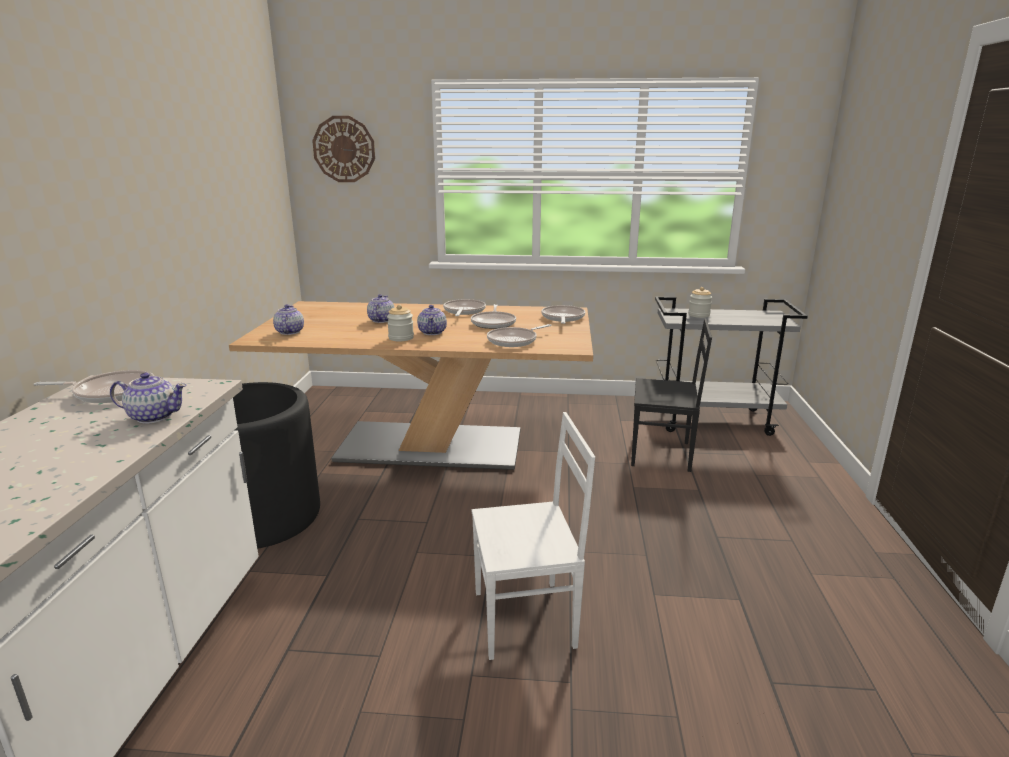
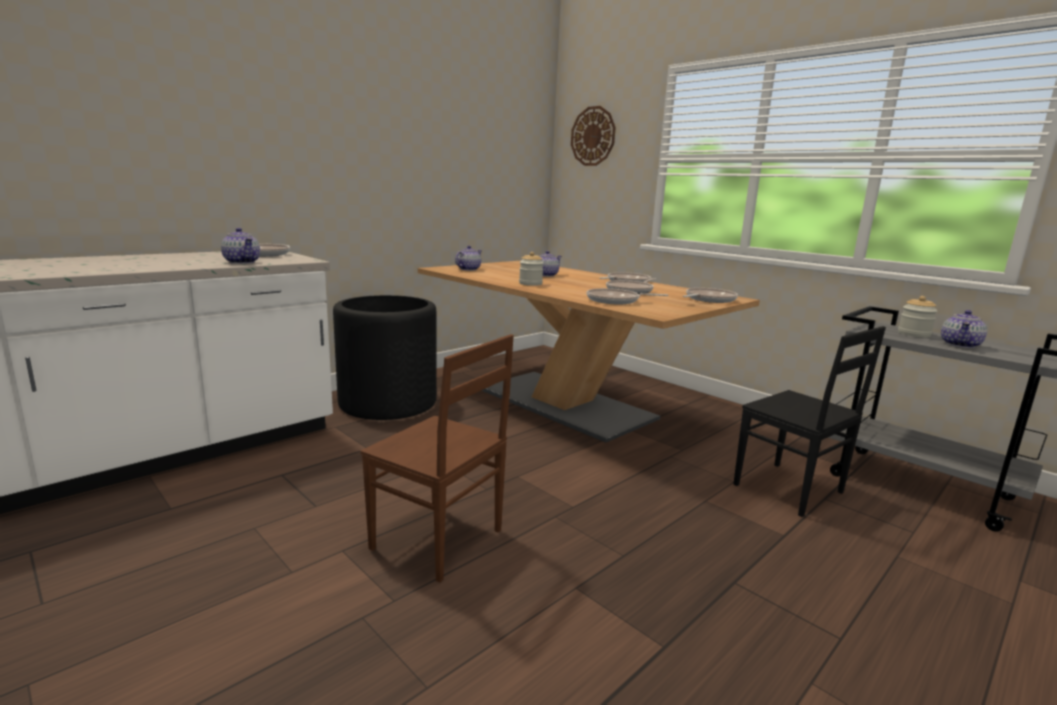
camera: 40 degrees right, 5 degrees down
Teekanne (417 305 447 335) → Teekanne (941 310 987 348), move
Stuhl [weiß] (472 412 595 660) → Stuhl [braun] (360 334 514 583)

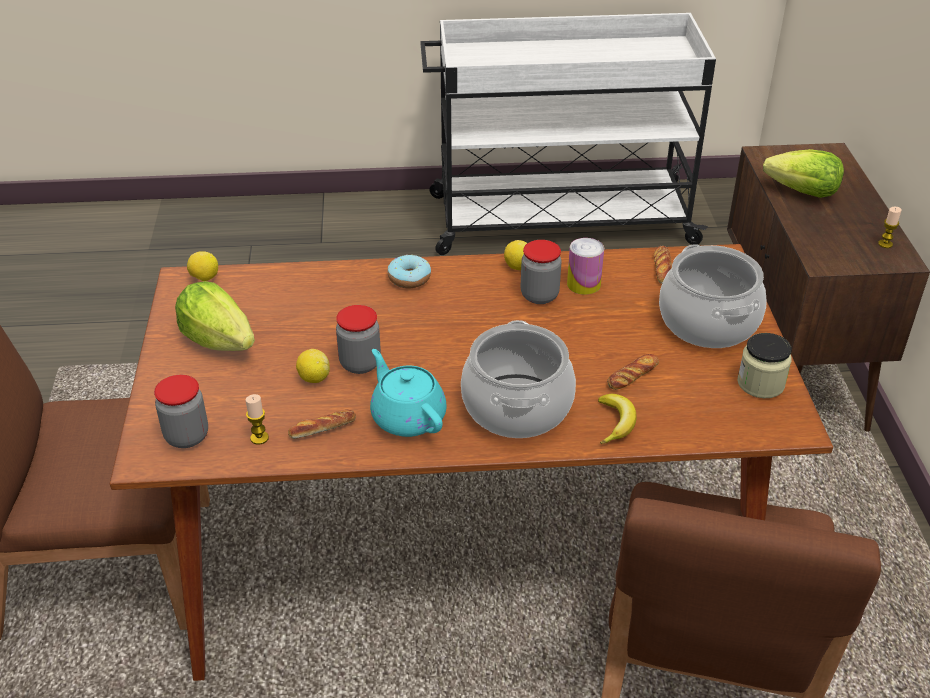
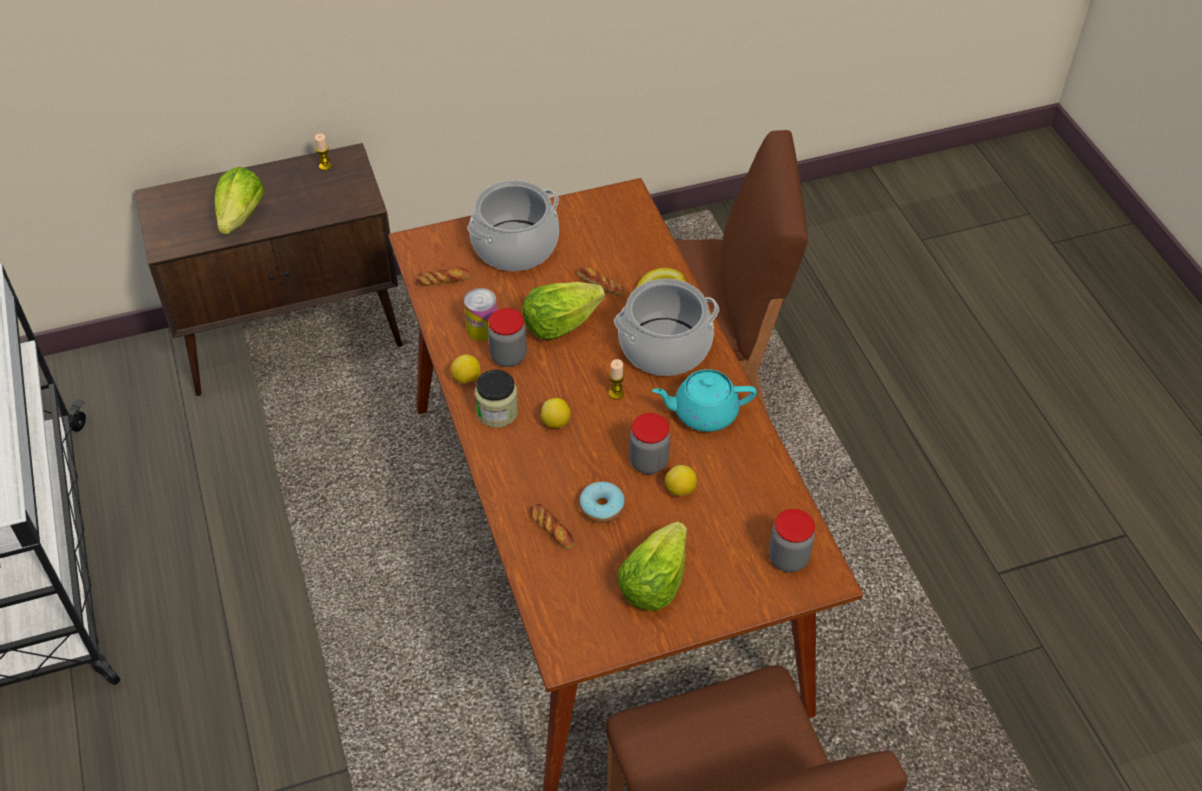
camera: 105 degrees left, 10 degrees up
Zitrone (187 251 218 281) → Zitrone (541 398 571 428), move
Kerze (246 394 269 445) → Kerze (609 359 625 399), move
Brot (288 409 356 439) → Brot (530 504 575 549), move
Teekanne [türkis] (370 349 447 437) → Teekanne [türkis] (652 369 757 432), 45 degrees clockwise
Donut (388 255 431 288) → Donut (579 482 625 523), move
Vorratsglas (737 333 792 398) → Vorratsglas (475 370 518 428), move
- → Salatkopf (523 282 605 340)

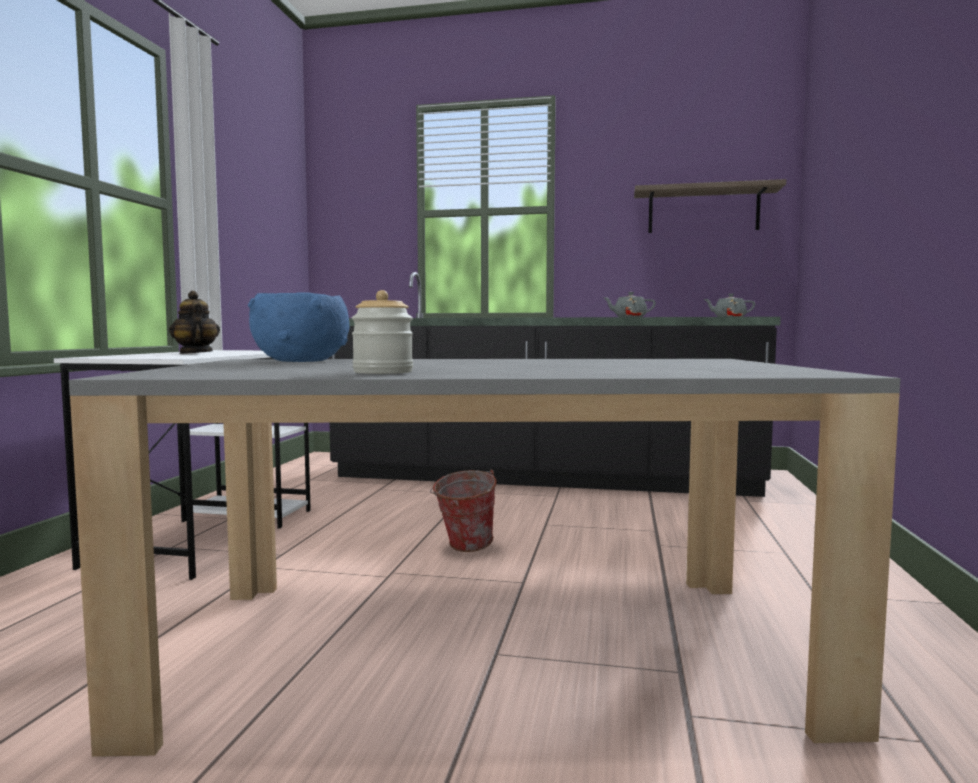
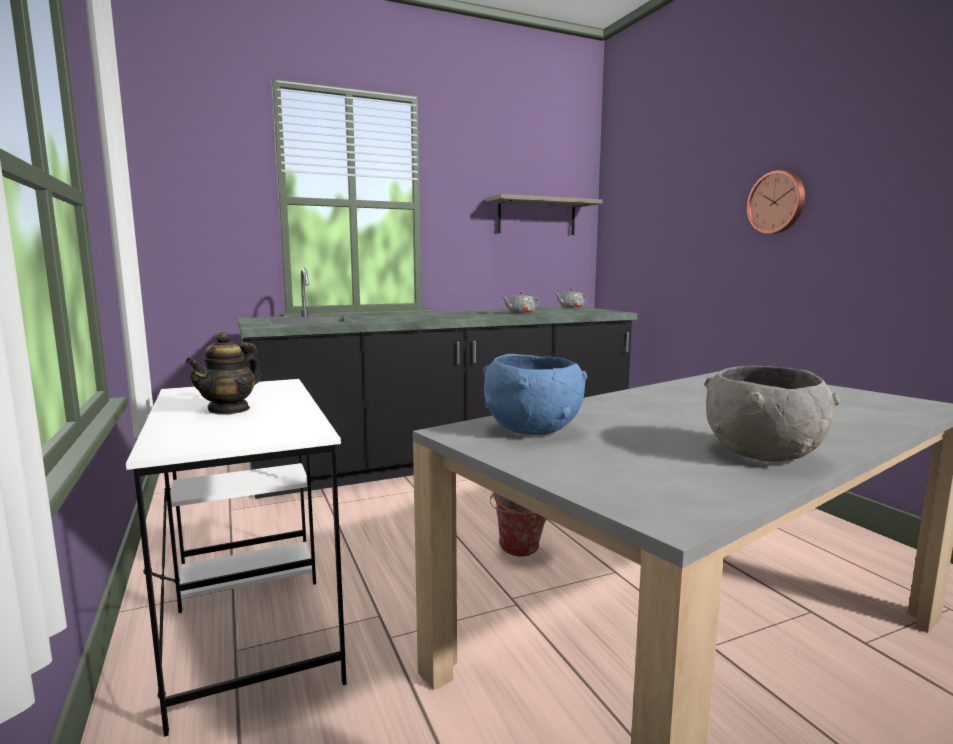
camera: 35 degrees left, 5 degrees up
Teekanne (169 291 220 354) → Teekanne (185 332 261 415), 90 degrees counterclockwise
Vorratsglas (352 290 413 374) → Schüssel [grau] (704 366 840 462)
- → Wanduhr (747 170 805 234)

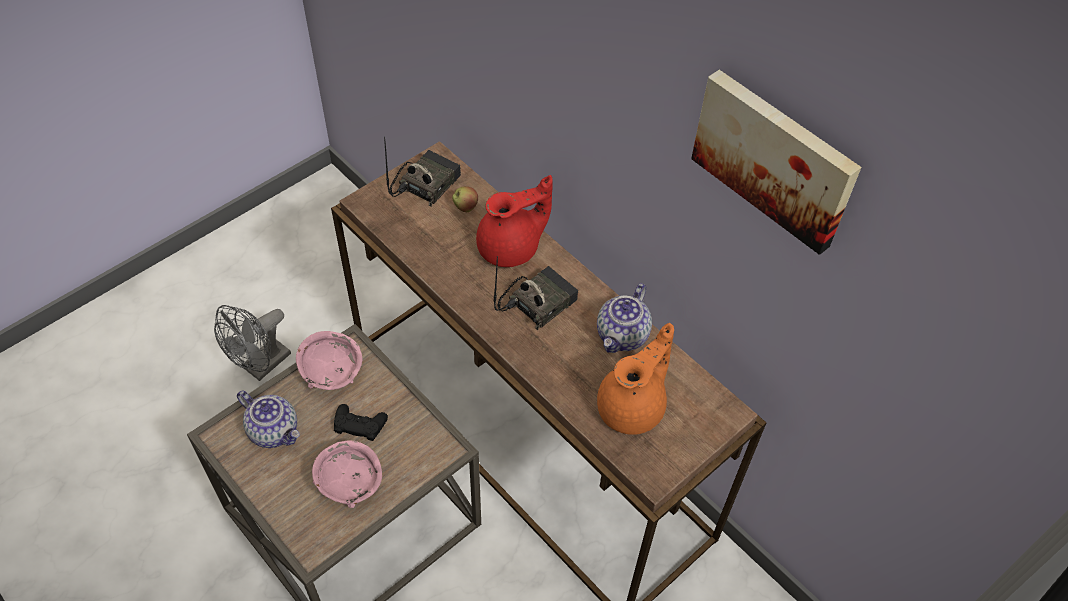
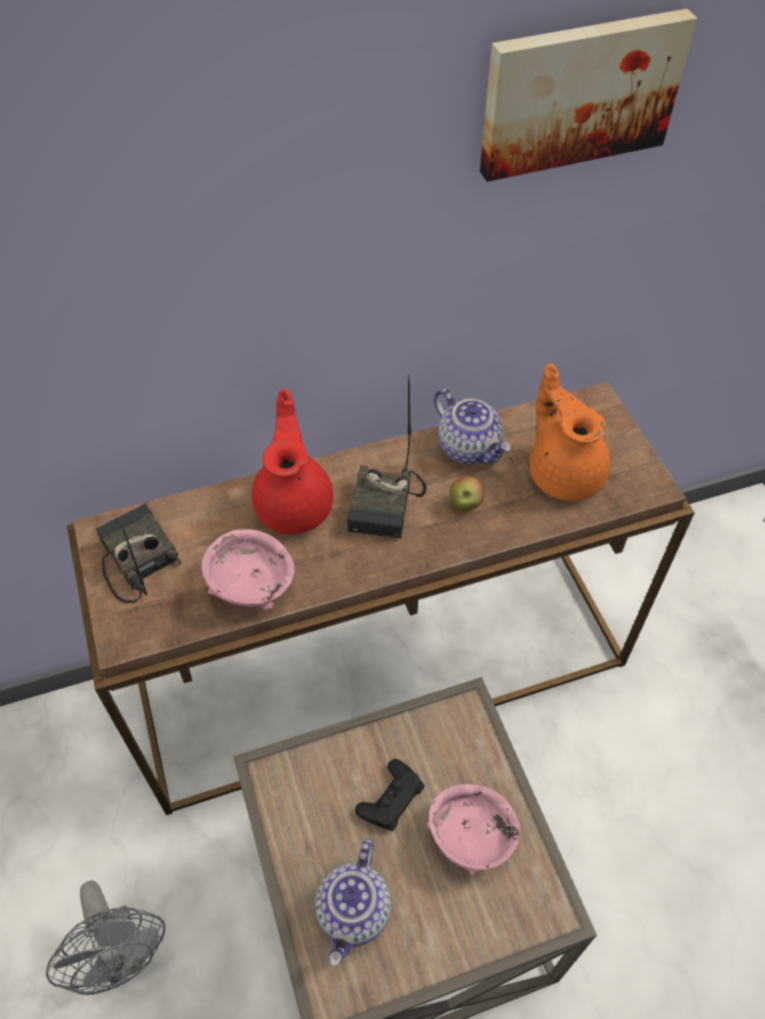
camera: 65 degrees left, 0 degrees up
Teekanne (237 391 300 448) → Teekanne (315 839 391 967), 135 degrees clockwise
Schüssel [rosa] (296 331 362 390) → Schüssel [rosa] (202 529 294 610), move
Apfel (452 186 478 212) → Apfel (450 476 484 510), move
Radio (494 256 578 330) → Radio (347 375 427 539), 150 degrees counterclockwise

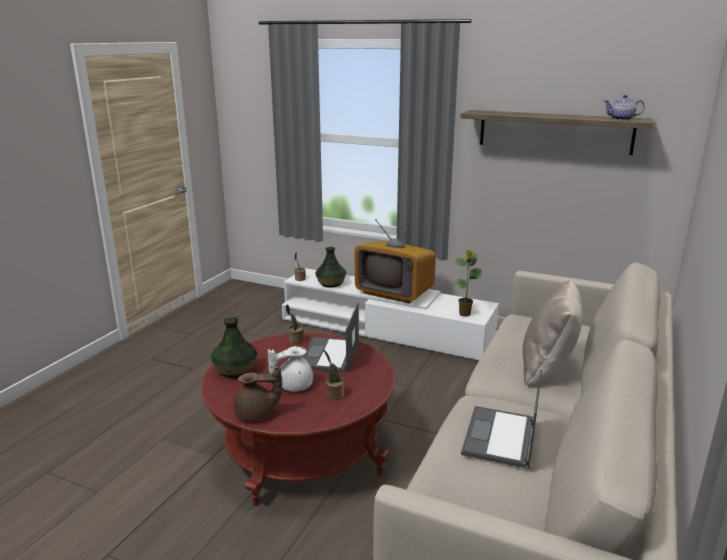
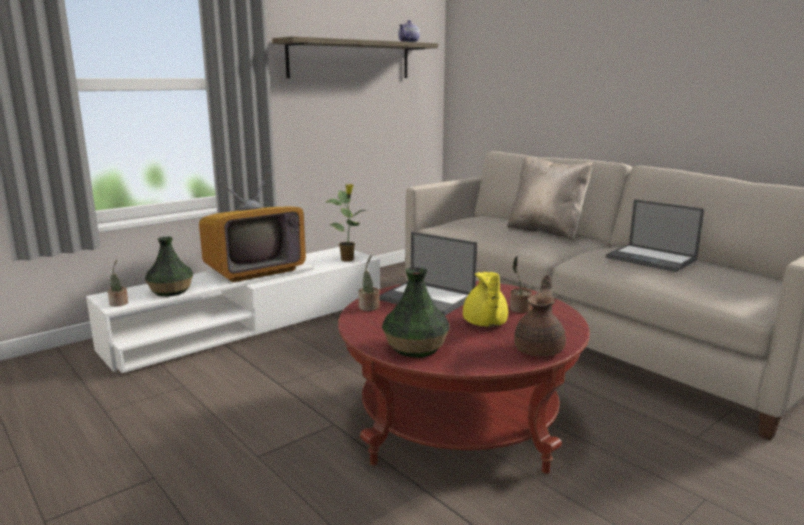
camera: 65 degrees left, 5 degrees down
Teekanne [weiß] (268 346 313 392) → Teekanne [gelb] (463 272 508 327)

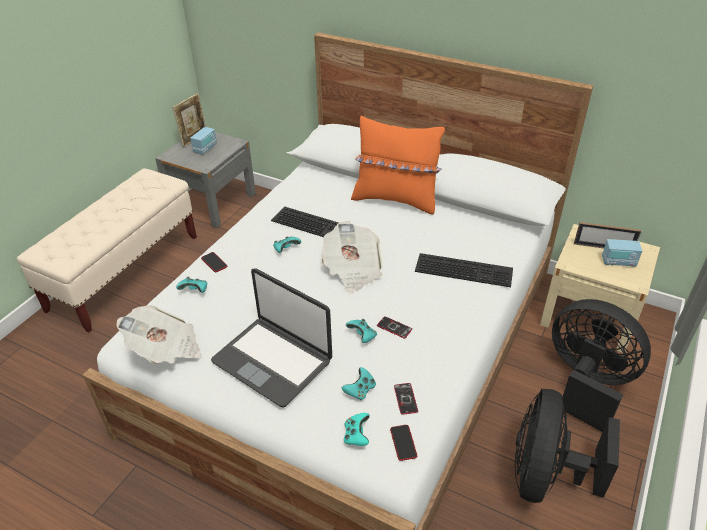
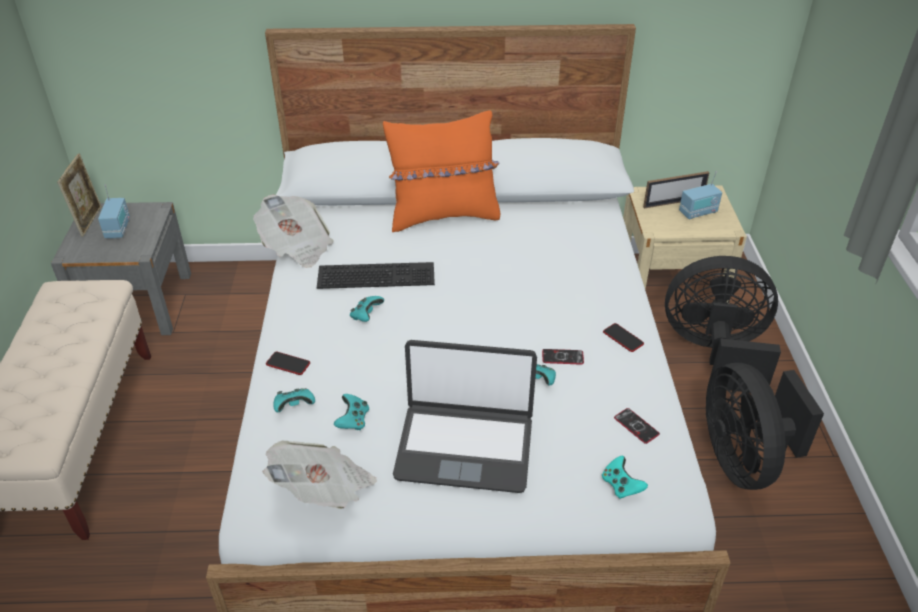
camera: 30 degrees left, 0 degrees up
Zeitung (322 221 382 292) → Zeitung (253 194 334 268), move
Gamepad [türkis] (342 367 376 400) → Gamepad [türkis] (334 394 369 431), move
Handy (390 425 417 461) → Handy (603 323 644 352), move
Tastatur (415 253 513 287) → -

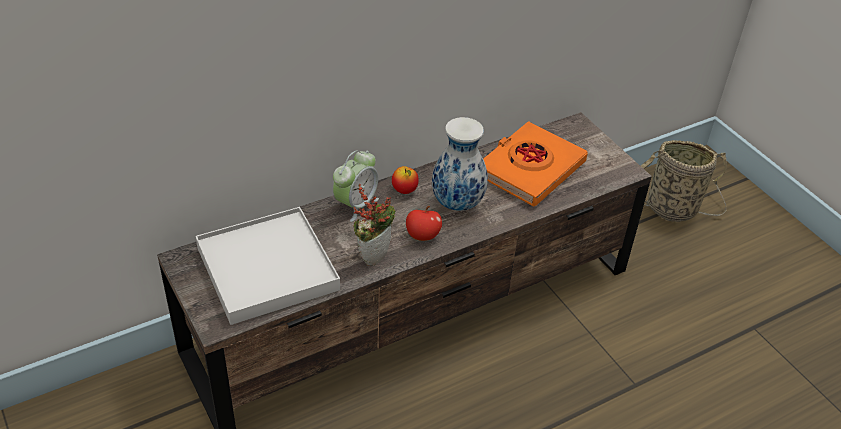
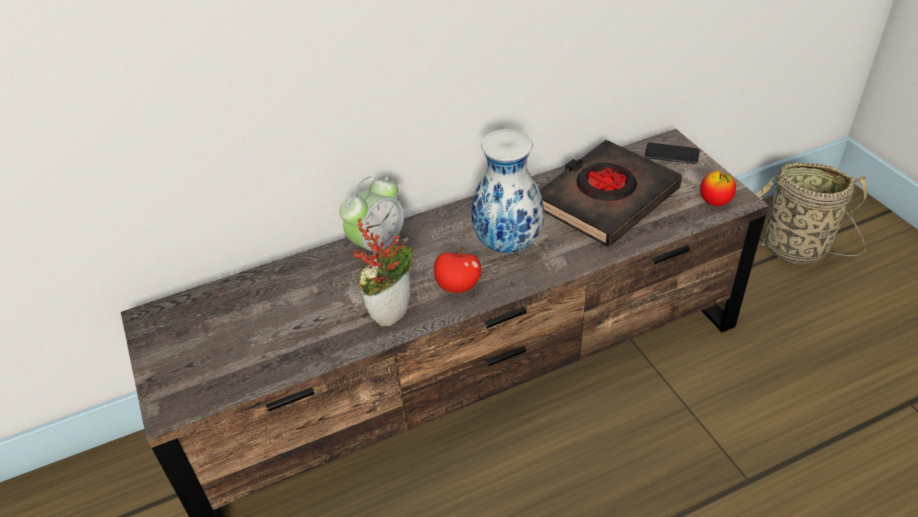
camera: 10 degrees right, 0 degrees up
Tablett [weiß] (195 207 340 325) → -
Apfel (392 166 419 194) → Apfel (700 171 736 206), move
Buch [orange] (483 121 588 207) → Buch [schwarz] (540 140 682 247)
- → Handy (645 143 700 164)

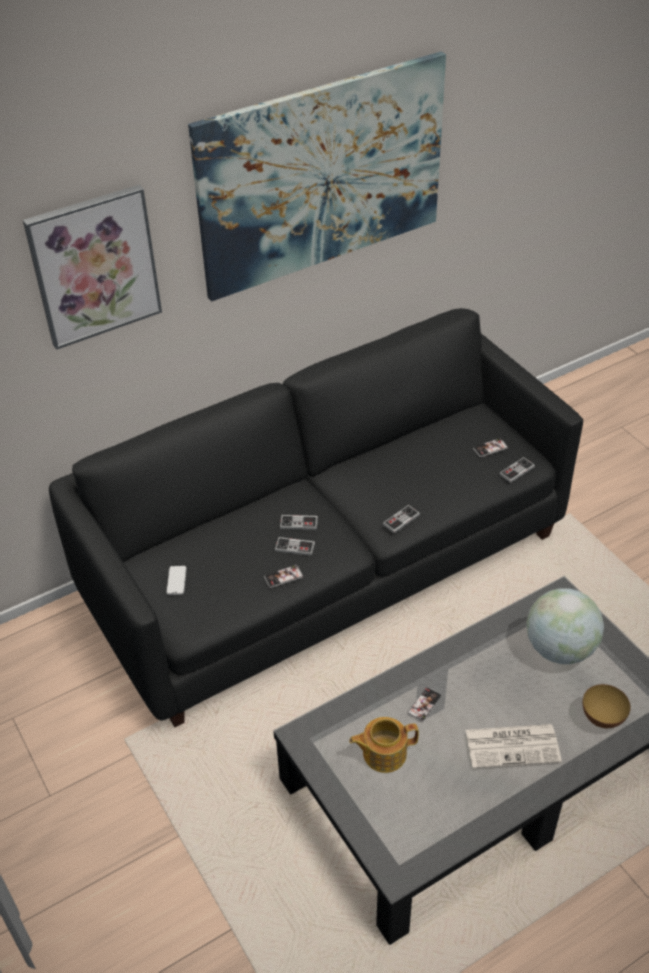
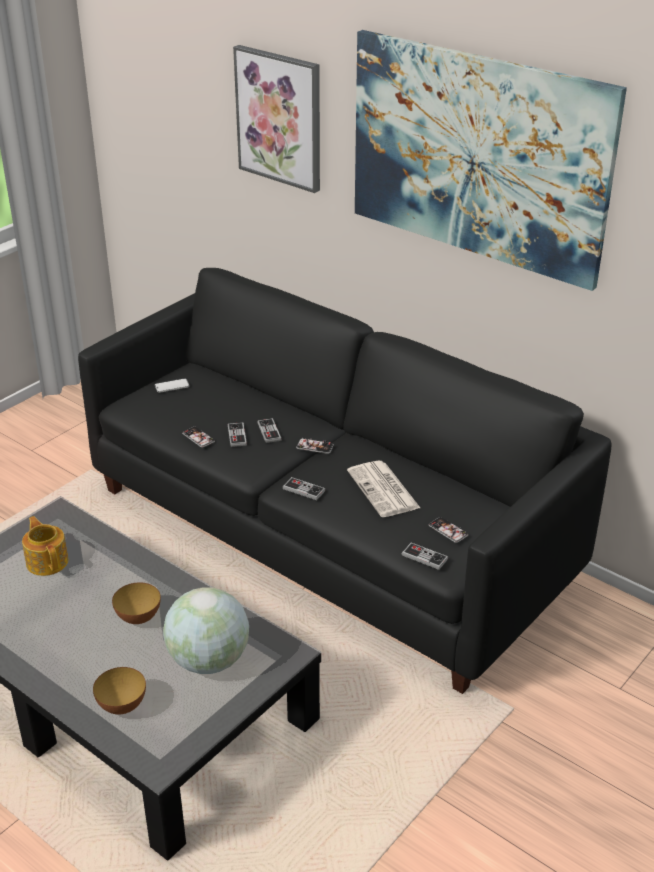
camera: 70 degrees right, 10 degrees down
Handy (408 687 442 722) → Handy (296 438 334 454), move
Zeitung (466 724 562 769) → Zeitung (347 460 420 517), move
- → Schüssel (112 582 161 624)

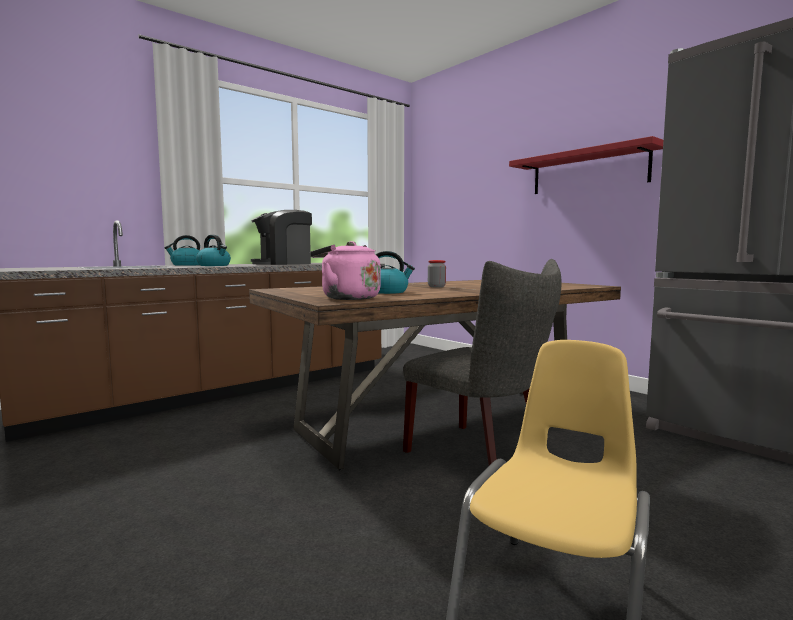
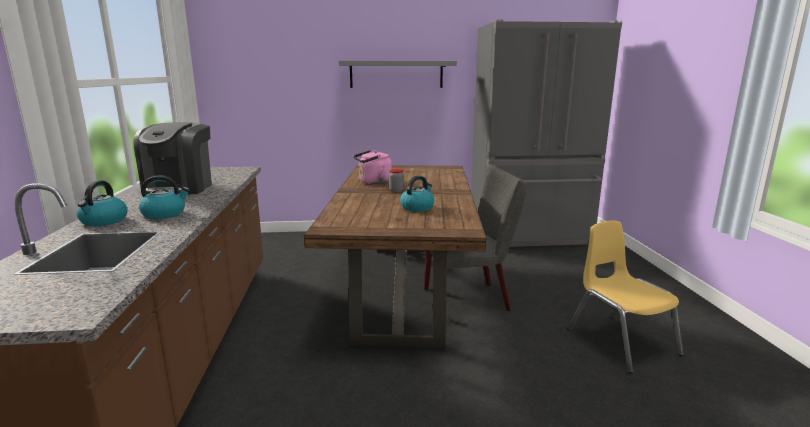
camera: 55 degrees left, 10 degrees up
Wasserkessel [rosa] (310 241 381 300) → Wasserkessel [rosa] (354 150 392 184), move
Wandregal [rot] (509 136 663 194) → Wandregal [grau] (339 61 457 88)

